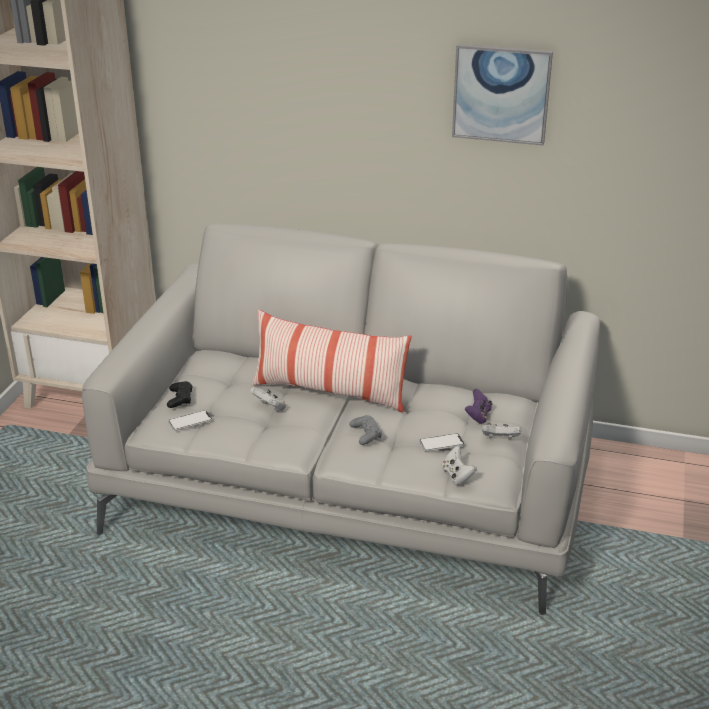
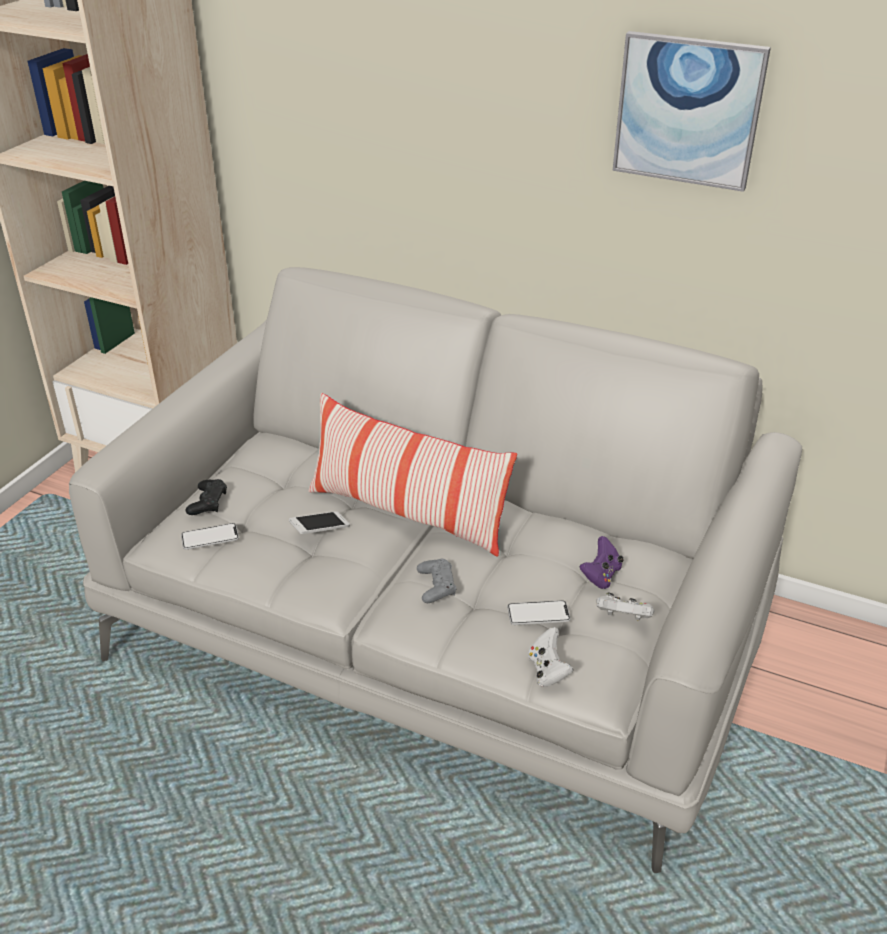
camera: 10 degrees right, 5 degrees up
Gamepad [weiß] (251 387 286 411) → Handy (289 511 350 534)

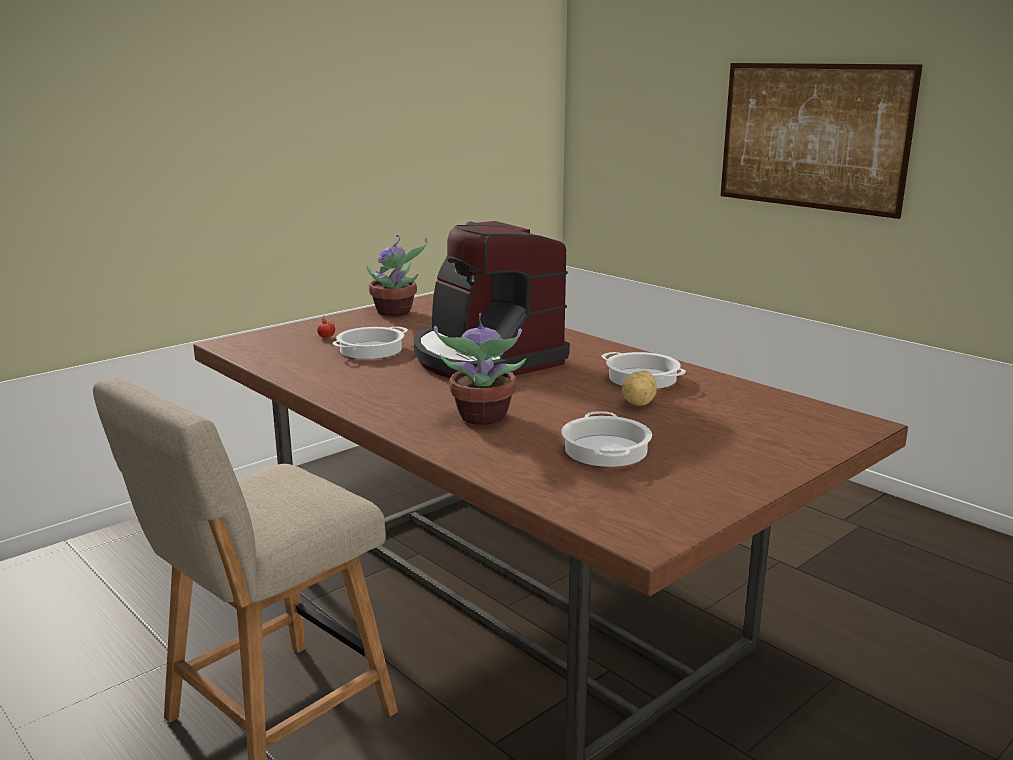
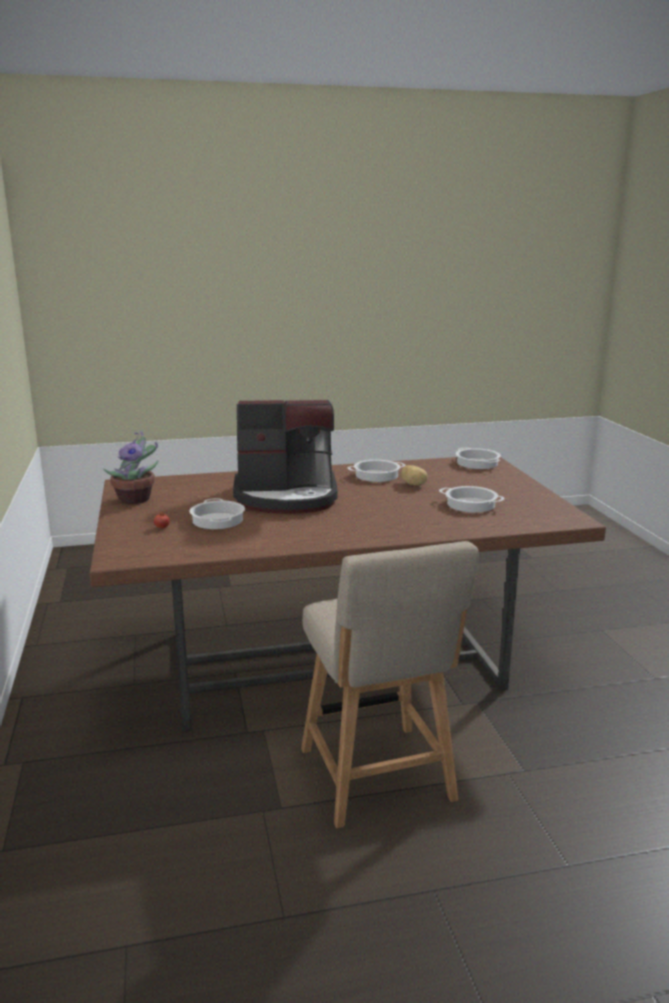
camera: 60 degrees left, 0 degrees up
Topfpflanze (434 313 527 425) → -
Bild (720 63 922 219) → -
- → Kochtopf (456 447 501 469)

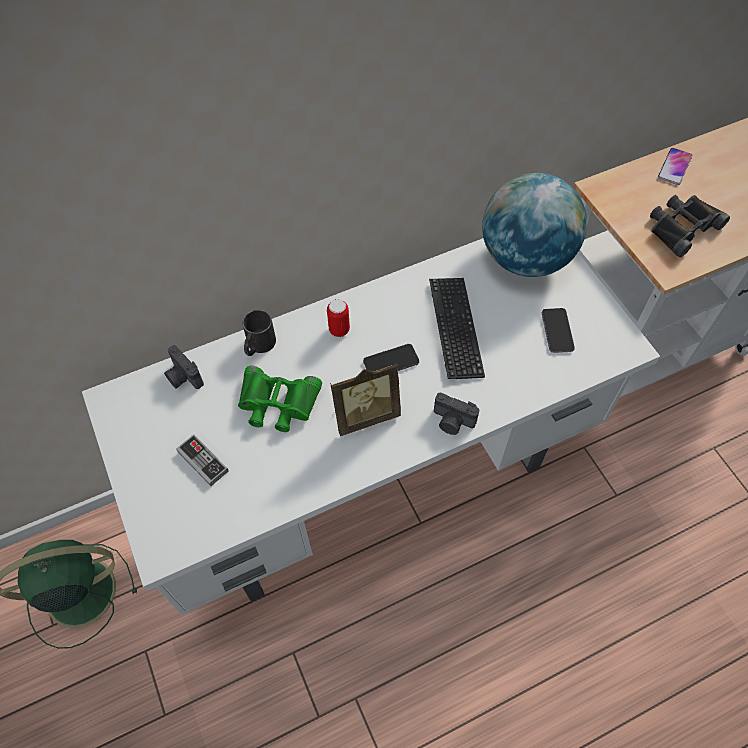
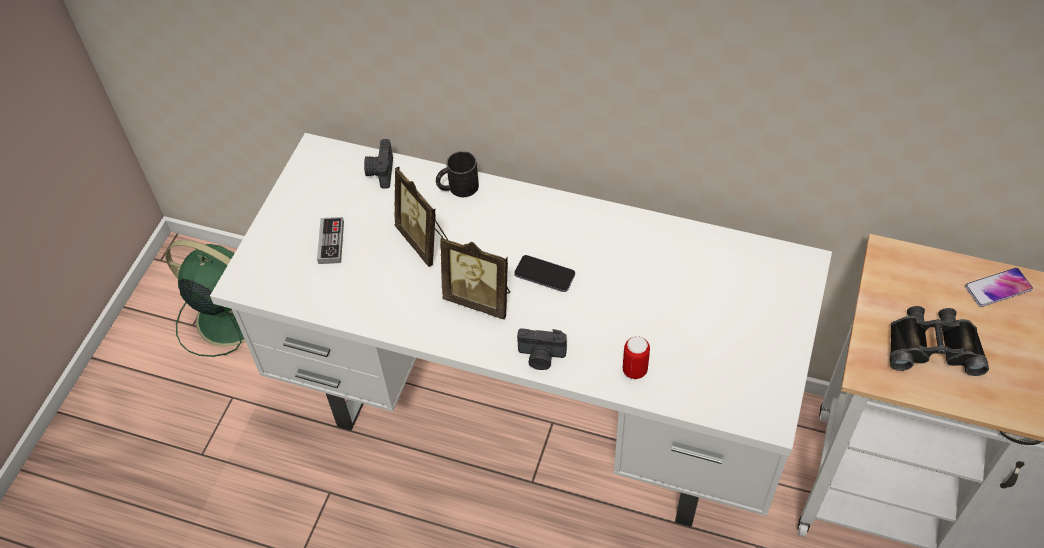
camera: 45 degrees right, 5 degrees down
Fernglas [grün] (238 366 322 432) → Bilderrahmen (395 167 448 267)
Dose (327 299 350 337) → Dose (623 336 650 379), move
Tastatur (429 278 485 379) → -
Kamera (434 392 479 435) → Kamera (517 328 567 370), 60 degrees counterclockwise
Globus (482 173 587 277) → -
Handy (542 308 575 353) → -

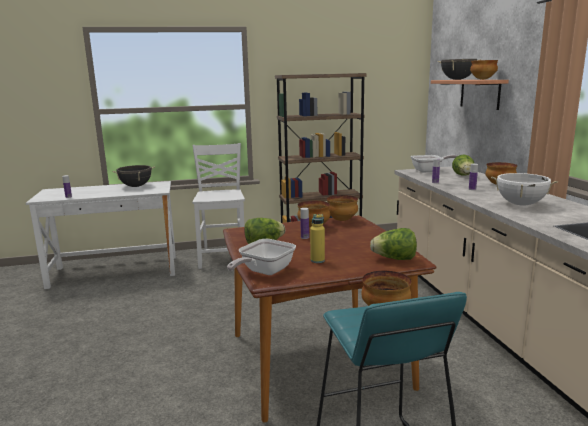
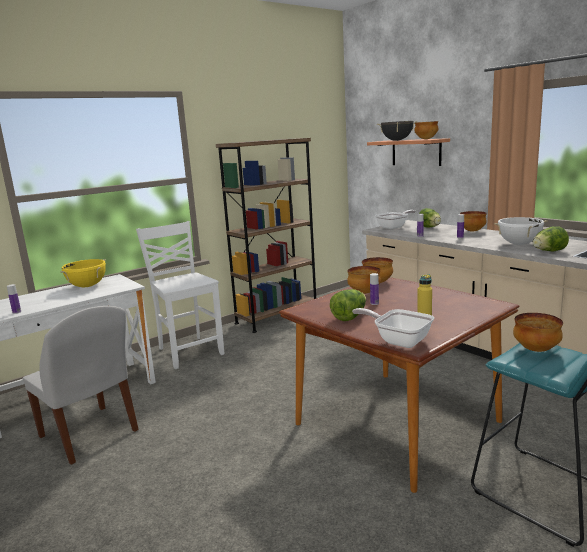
camera: 25 degrees left, 0 degrees up
Kochtopf [schwarz] (112 165 155 187) → Kochtopf [gelb] (61 259 106 287)
Pfanne (227 239 296 275) → Pfanne (352 308 434 348), 120 degrees clockwise
Salatkopf (370 228 417 260) → Salatkopf (533 226 569 252), move
- → Stuhl [weiß] (23 306 139 465)

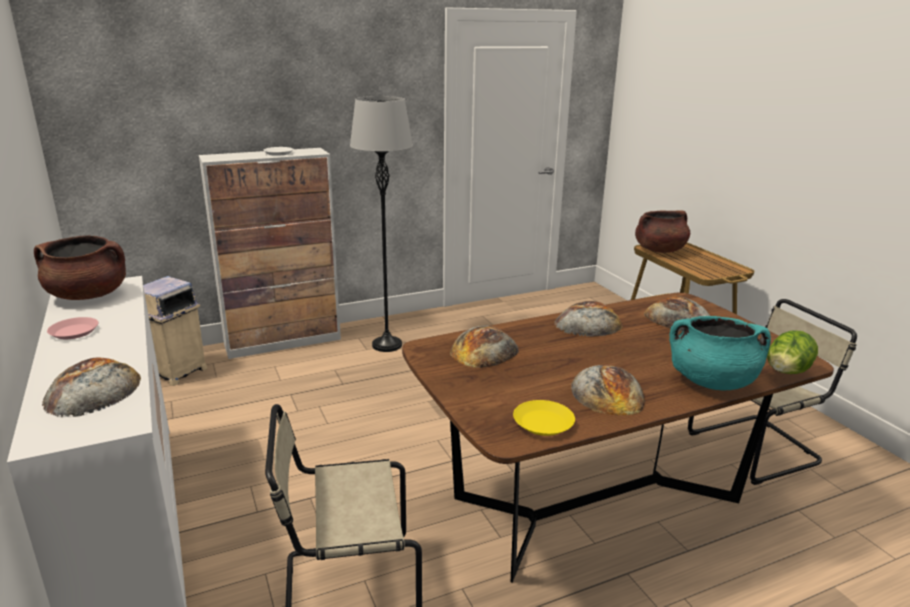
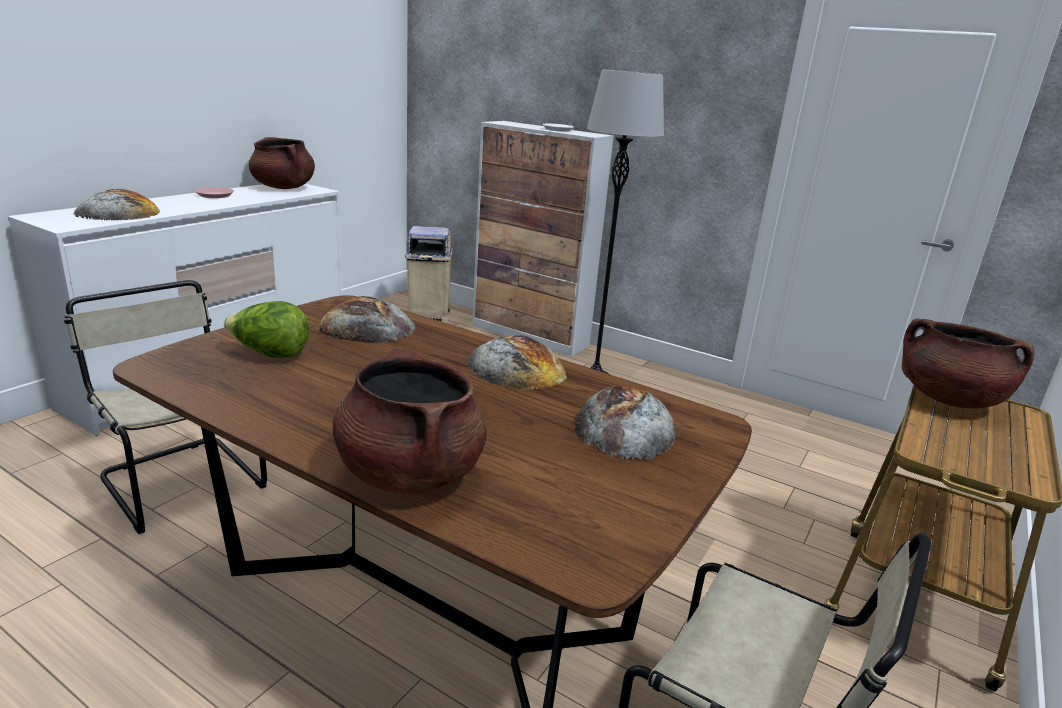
camera: 55 degrees right, 0 degrees up
Teller [gelb] (513 400 575 436) → -
Brot (571 365 645 415) → -
Kochtopf [türkis] (669 316 771 390) → Kochtopf [braun] (333 347 487 494)
Salatkopf (767 330 818 374) → Salatkopf (224 301 309 358), move

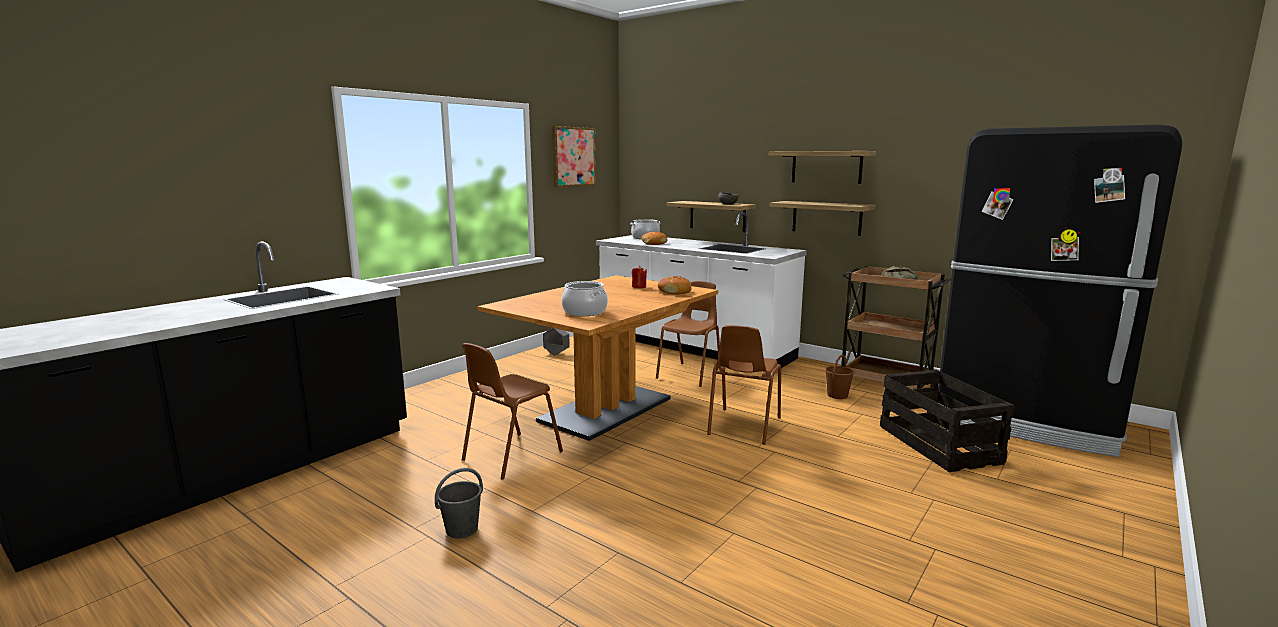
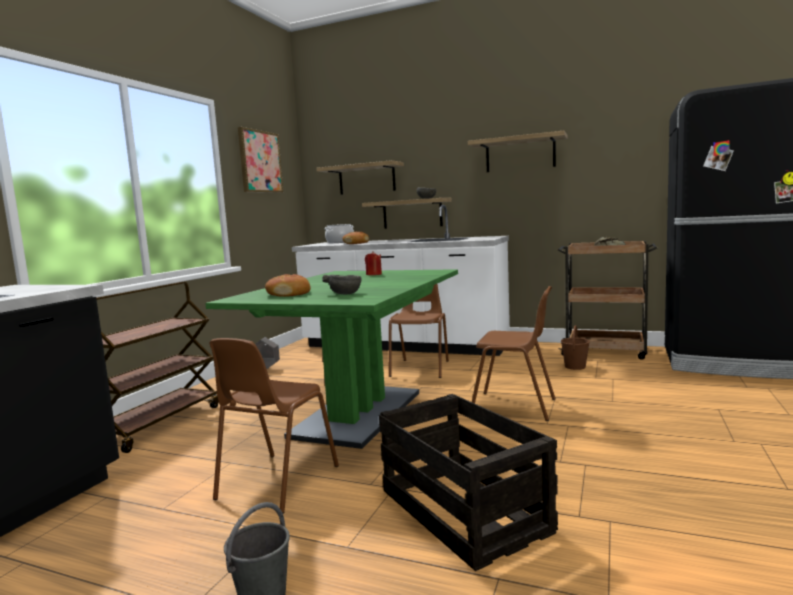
camera: 15 degrees left, 5 degrees down
Esstisch [braun] (478 275 718 441) → Esstisch [grün] (205 269 458 449)
Kochtopf (561 281 608 316) → Schüssel [grau] (322 275 362 294)
Brot (658 276 692 294) → Brot (265 274 311 297), move
Stuhl [braun] (707 325 781 444) → Stuhl [braun] (472 286 556 421), 75 degrees counterclockwise
Wandregal (770 201 875 236) → Wandregal (316 160 404 195), move
Kiste (880 369 1015 472) → Kiste (379 394 558 571), move
- → Rollwagen [braun] (96 282 219 453)

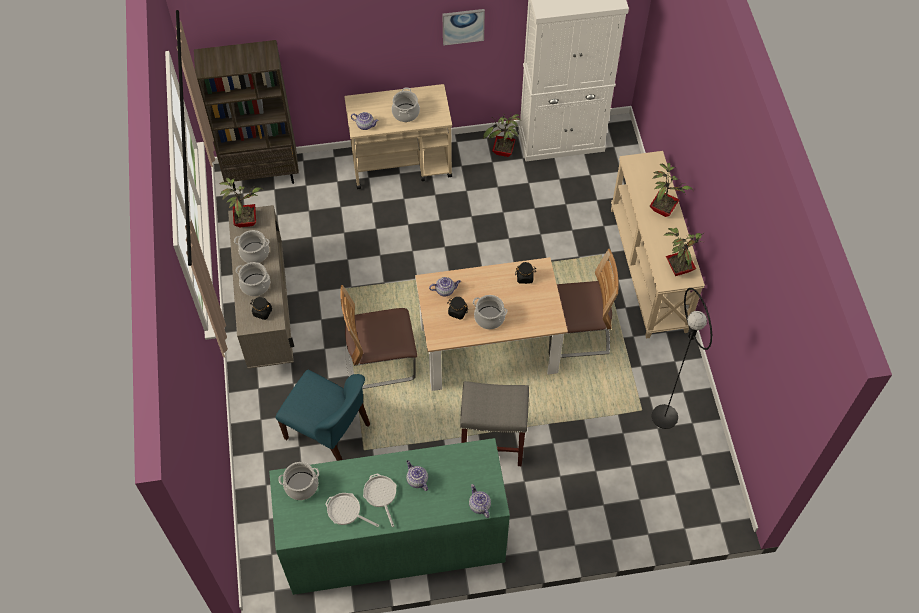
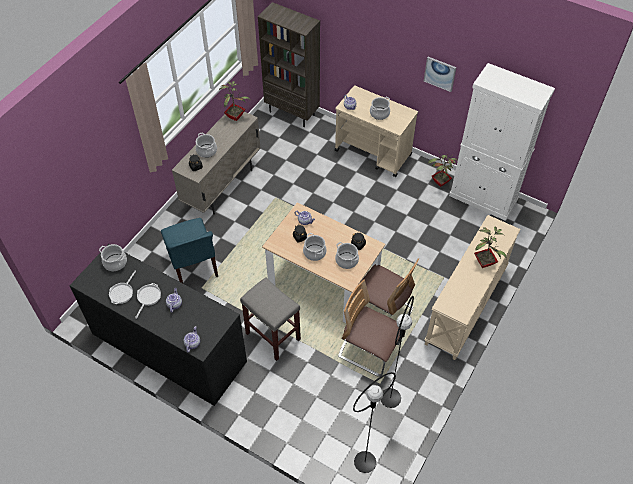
camera: 40 degrees right, 5 degrees down
Kochtopf (234 230 269 263) → Kochtopf (335 242 359 269), move
Kommode [grün] (269 438 510 595) → Kommode [schwarz] (70 244 247 406)
Pfanne (325 493 379 527) → Pfanne (109 271 136 304), 135 degrees counterclockwise
Stuhl (340 285 417 389) → Stuhl (338 280 401 377), move
Topfpflanze (664 228 704 276) → -
- → Stehlampe [schwarz] (353 372 396 473)

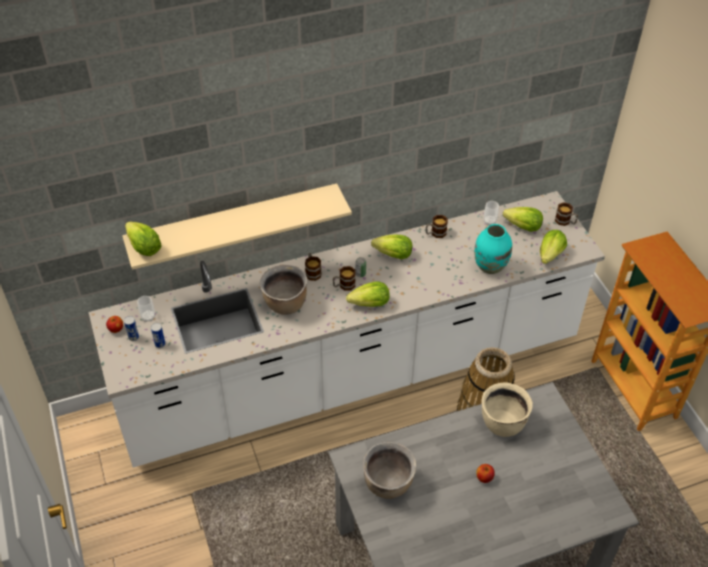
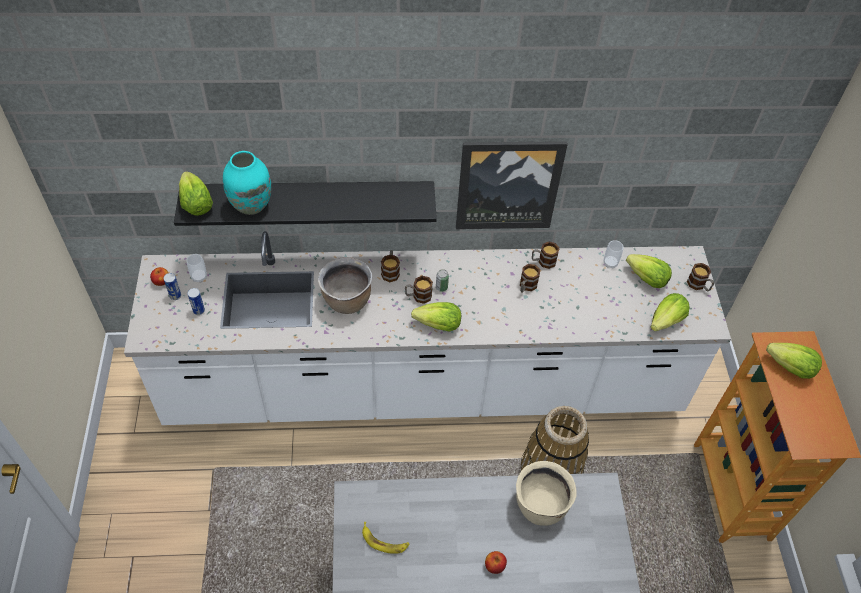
camera: 15 degrees right, 5 degrees up
Wandregal [beige] (122 183 352 270) → Wandregal [schwarz] (174 181 437 226)
Kochtopf [braun] (363 442 416 499) → Banane (362 522 409 554)
Salatkopf (371 234 412 259) → Salatkopf (766 343 822 379), move
Vase [türkis] (474 224 512 274) → Vase [türkis] (223 151 271 215), move
- → Bild (456 141 568 229)
- → Henkelbecher (520 264 540 293)

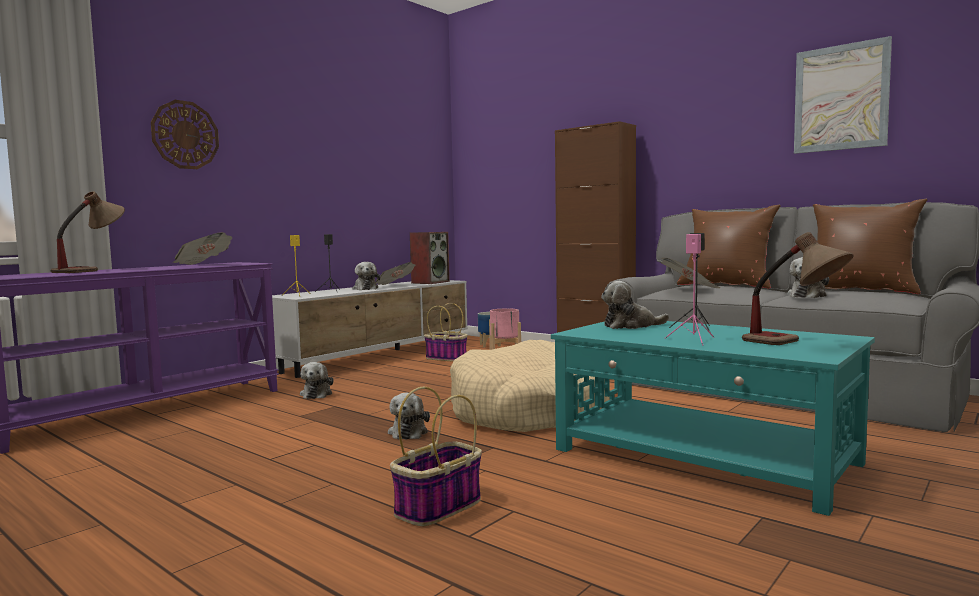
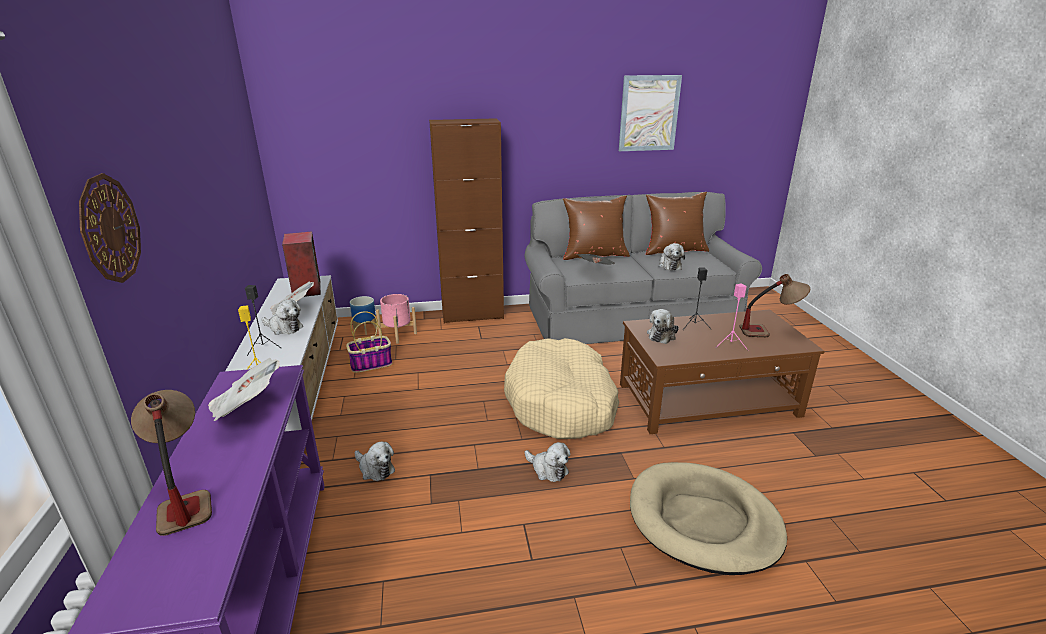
camera: 50 degrees left, 20 degrees up
Korb (390 387 482 526) → Hundebett [beige] (630 462 787 575)
Couchtisch [türkis] (551 321 875 516) → Couchtisch [braun] (620 310 825 434)

